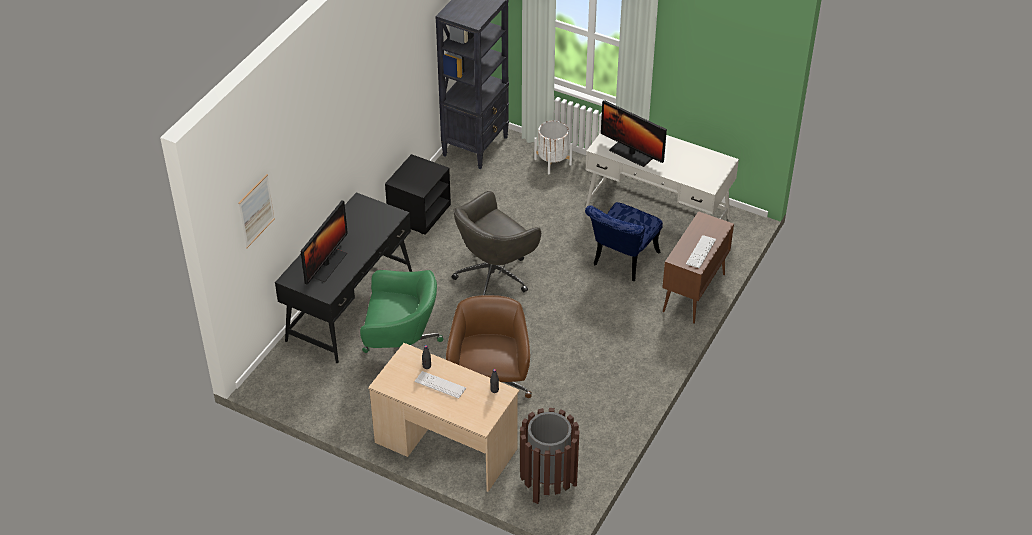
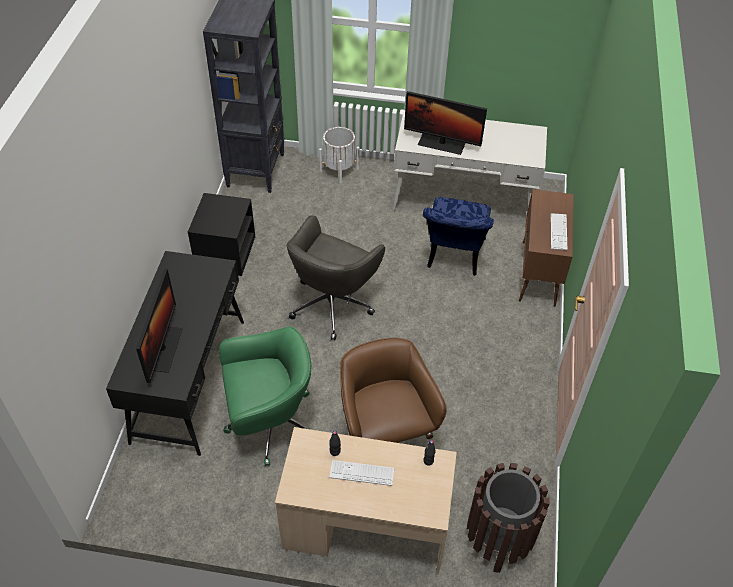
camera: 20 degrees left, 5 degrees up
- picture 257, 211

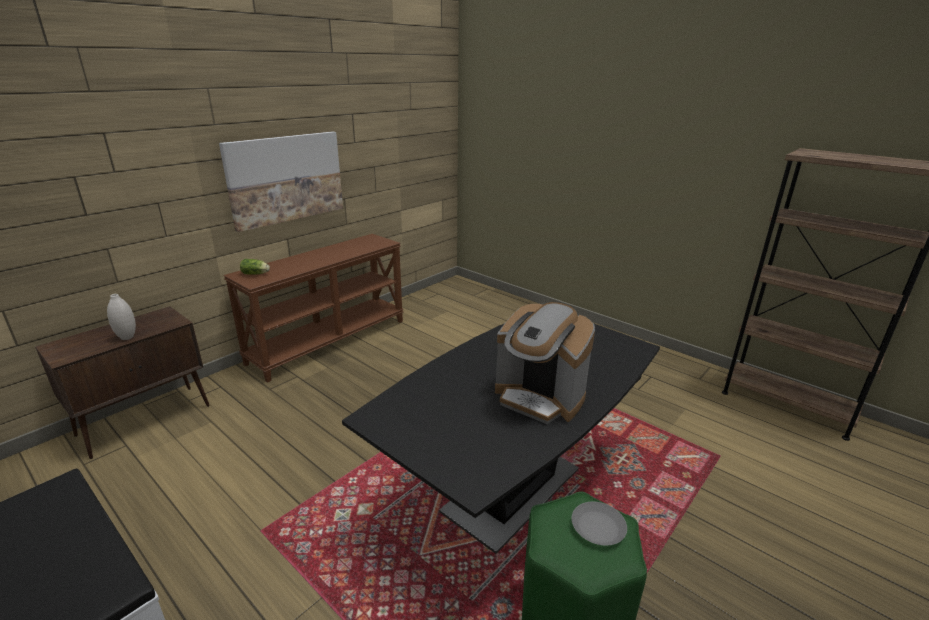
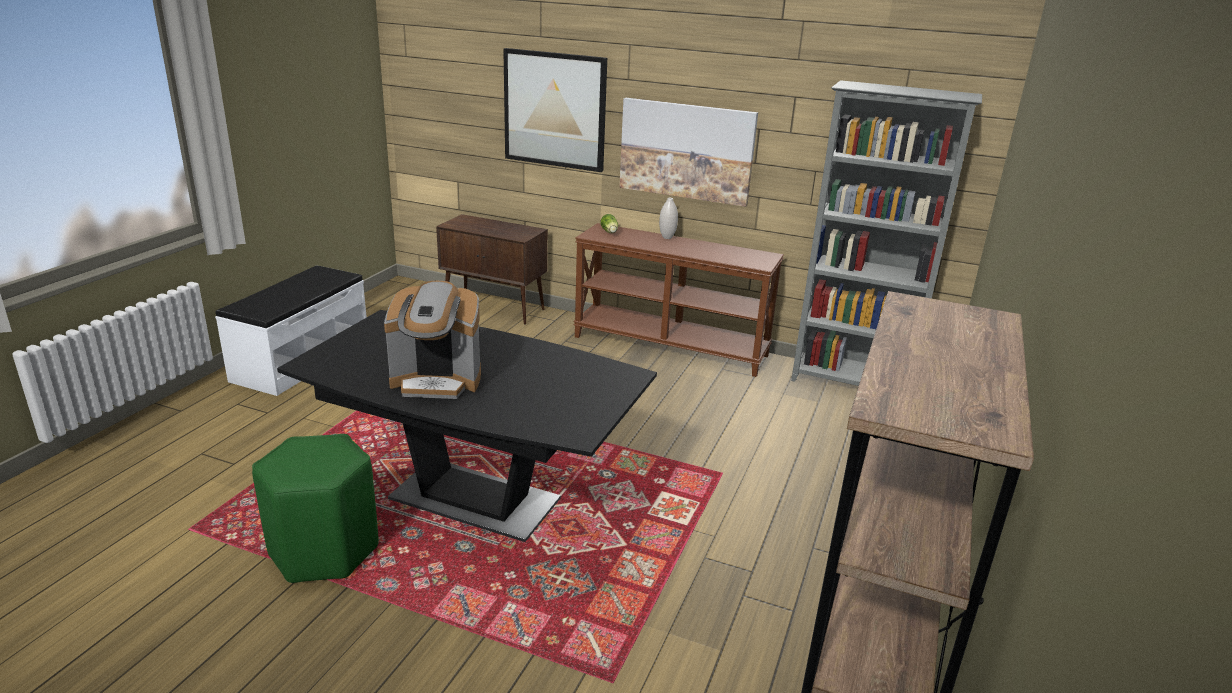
camera: 70 degrees right, 0 degrees up
- grey plate 599, 524
+ picture 555, 110
+ grey bookcase 886, 233
~ white vase 121, 317 to 668, 218
~ coffee machine 545, 363 = 432, 340 105 degrees counterclockwise

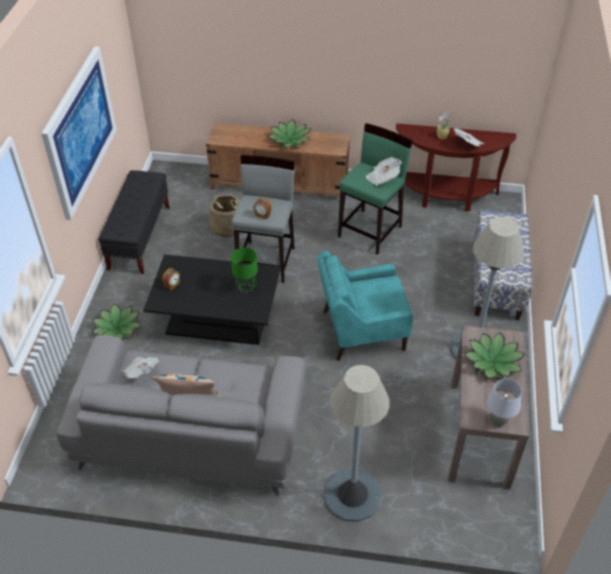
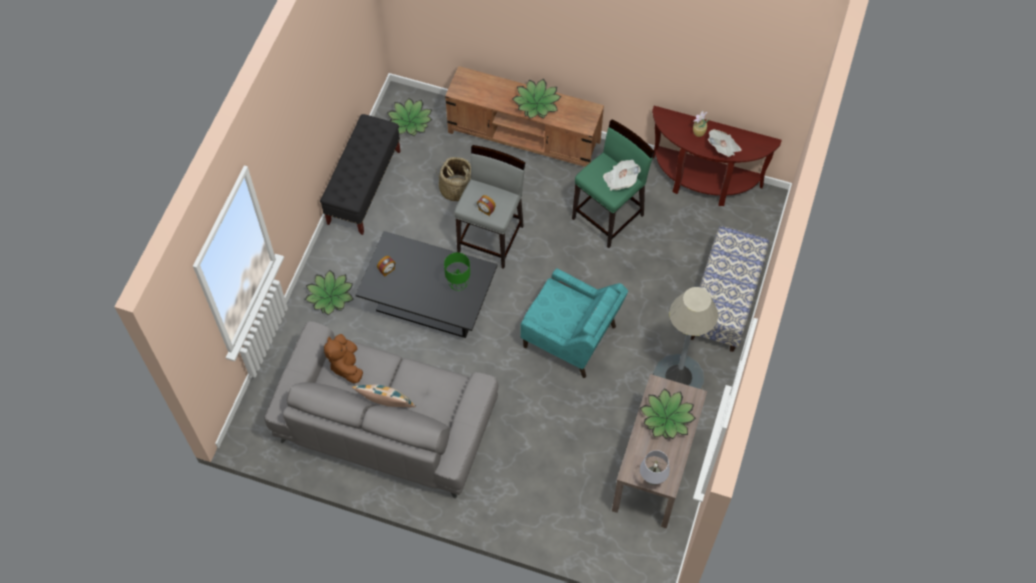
camera: 10 degrees right, 15 degrees up
- picture 79, 133
- grey floor lamp 356, 443
+ potted plant 409, 117
~ newspaper 140, 367 to brown plush toy 343, 359
~ turquoise armchair 365, 306 = 574, 323 150 degrees counterclockwise

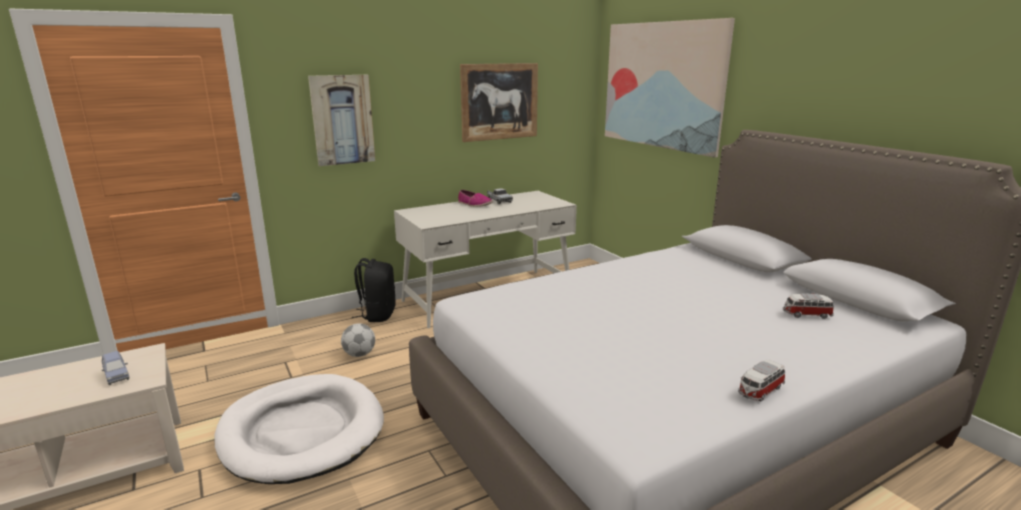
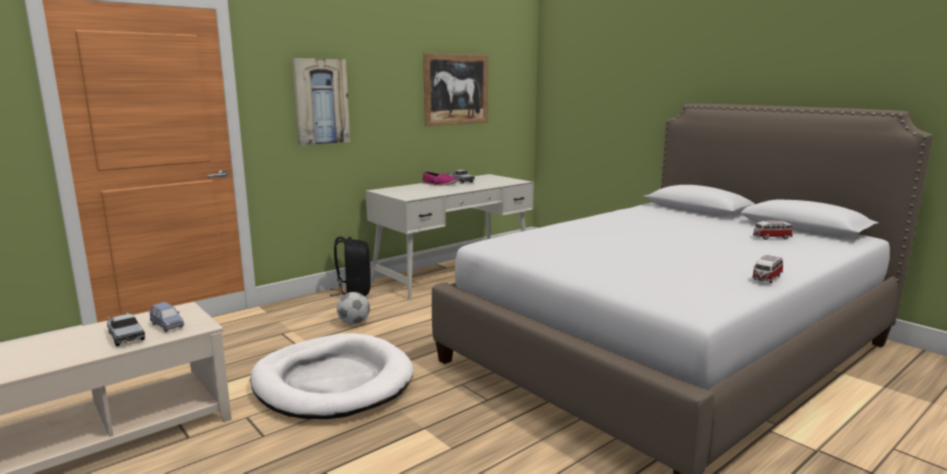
camera: 10 degrees left, 5 degrees down
- picture 670, 88
+ toy truck 126, 329

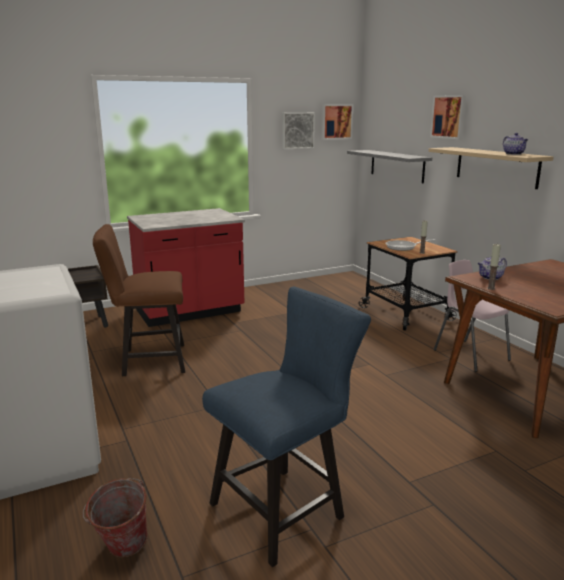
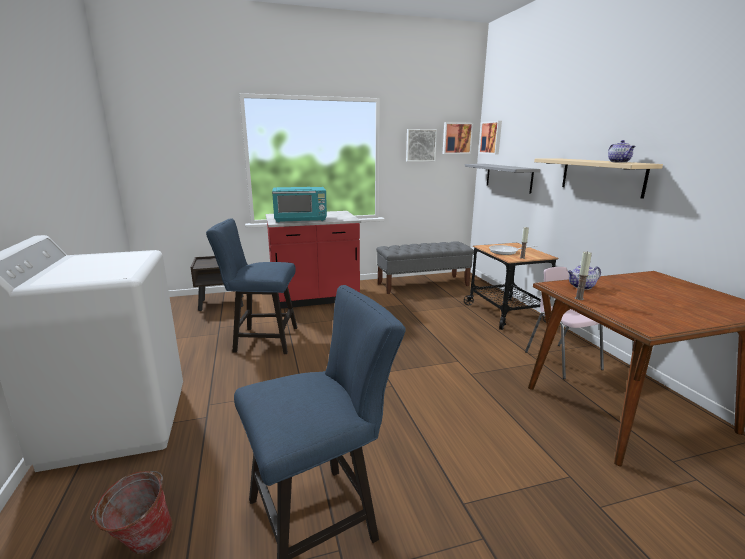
camera: 10 degrees right, 0 degrees up
+ turquoise microwave 299, 205
+ grey bench 425, 267
~ picture 448, 117 to 490, 137
~ brown chair 139, 300 to blue chair 251, 286

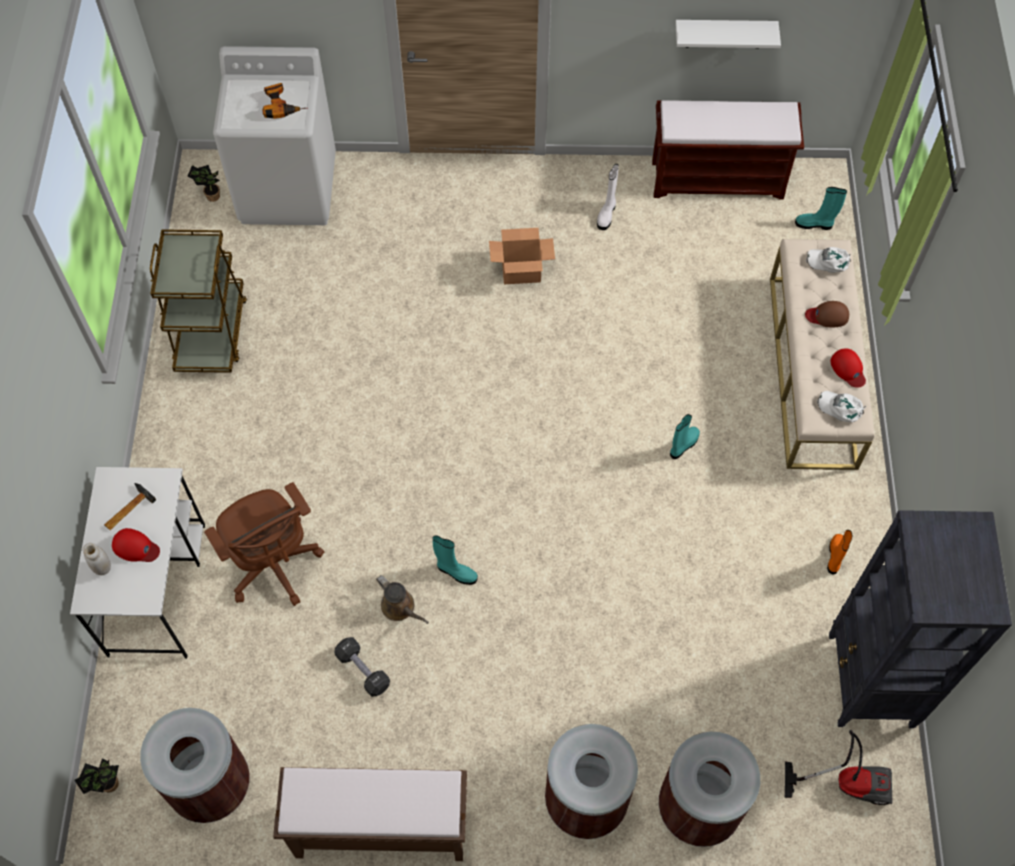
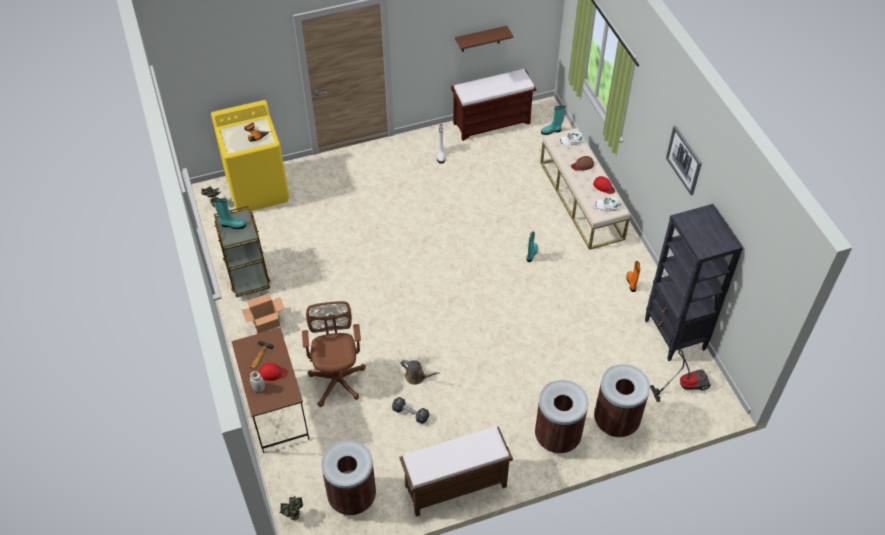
camera: 20 degrees left, 10 degrees down
+ picture 684, 160
~ turquoise boot 455, 560 to 230, 213
~ cardboard box 522, 256 to 263, 313
~ white desk 137, 563 to brown desk 270, 390
~ white washing machine 274, 135 to yellow washing machine 250, 155
~ white shelf 728, 34 to brown shelf 484, 39
~ brown office chair 264, 544 = 334, 354 135 degrees counterclockwise

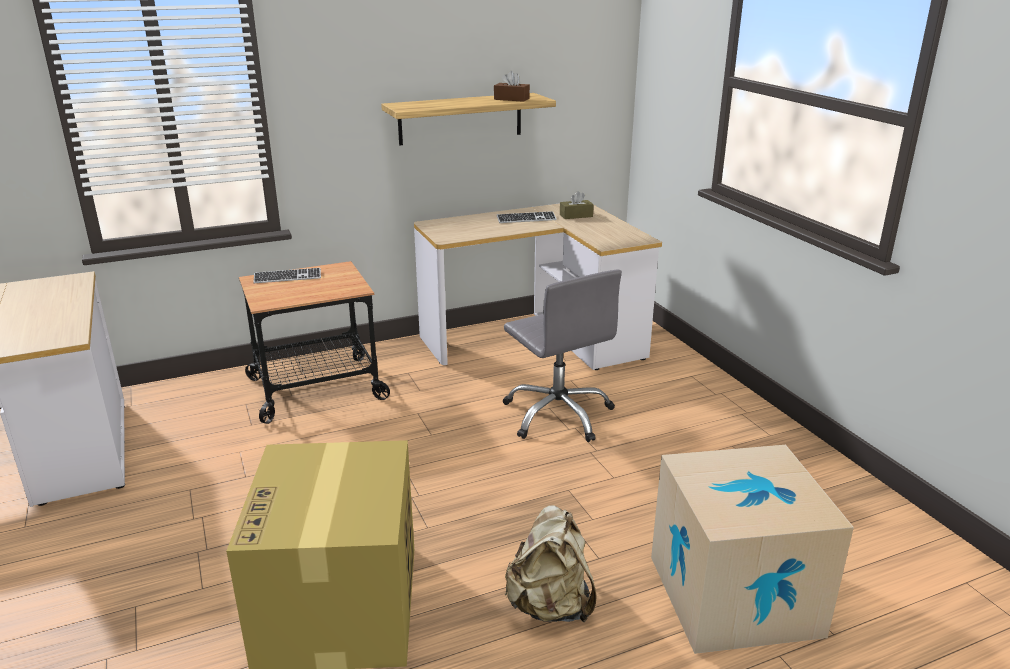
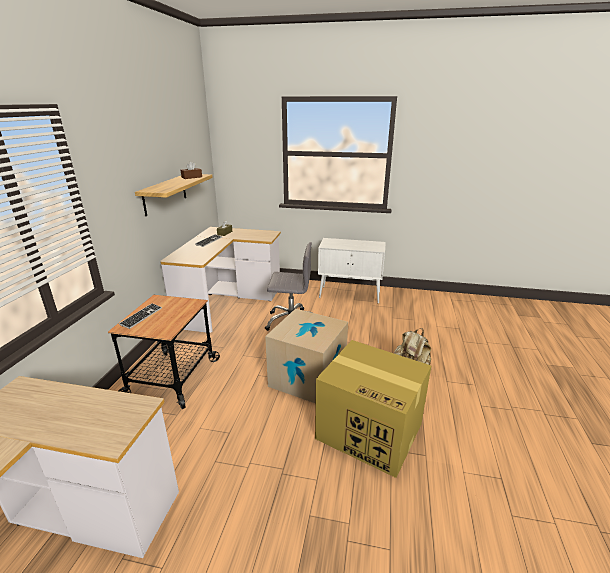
camera: 55 degrees left, 0 degrees up
+ white cabinet 352, 271
~ cardboard box 752, 549 to 306, 356

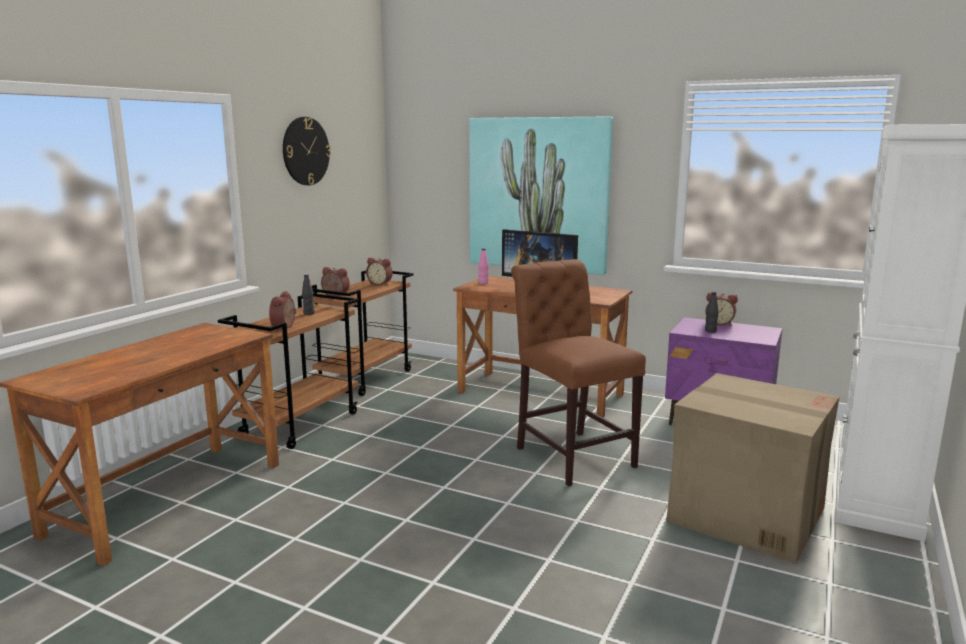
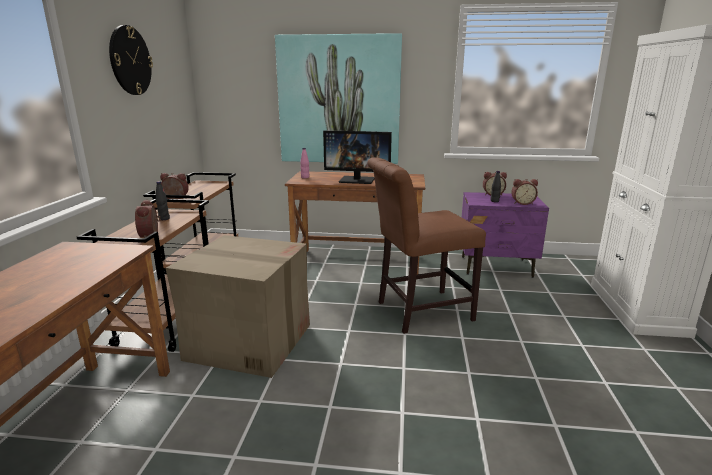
camera: 20 degrees left, 5 degrees up
~ alarm clock 379, 271 to 524, 192
~ cardboard box 753, 468 to 238, 306
~ brown chair 578, 372 = 427, 245 60 degrees counterclockwise

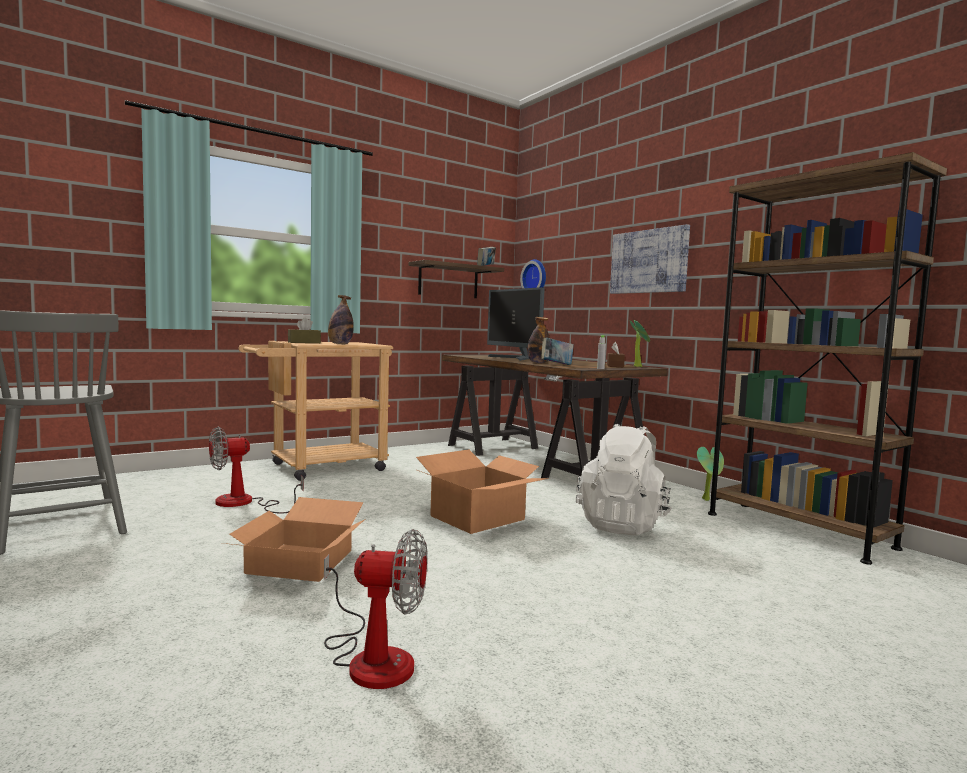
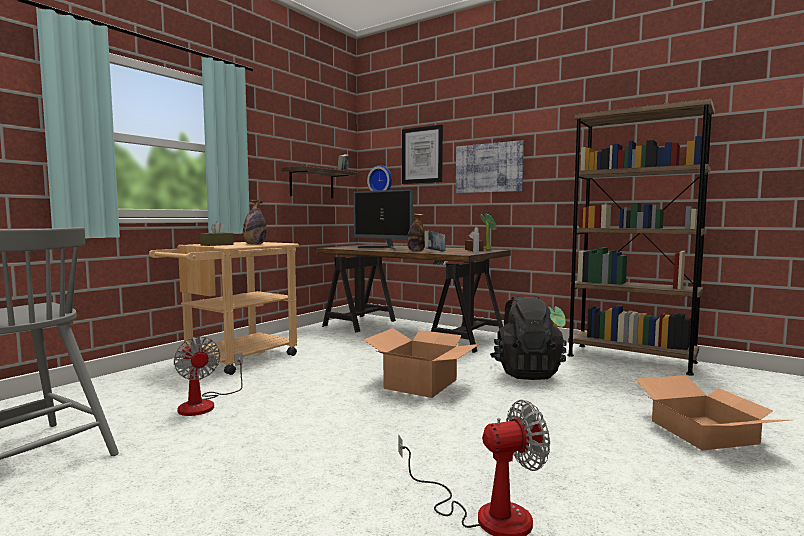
camera: 20 degrees left, 0 degrees up
+ picture 422, 154
~ cardboard box 293, 539 to 712, 412
~ white backpack 624, 480 to black backpack 528, 338
~ fan 256, 470 = 208, 376 75 degrees counterclockwise

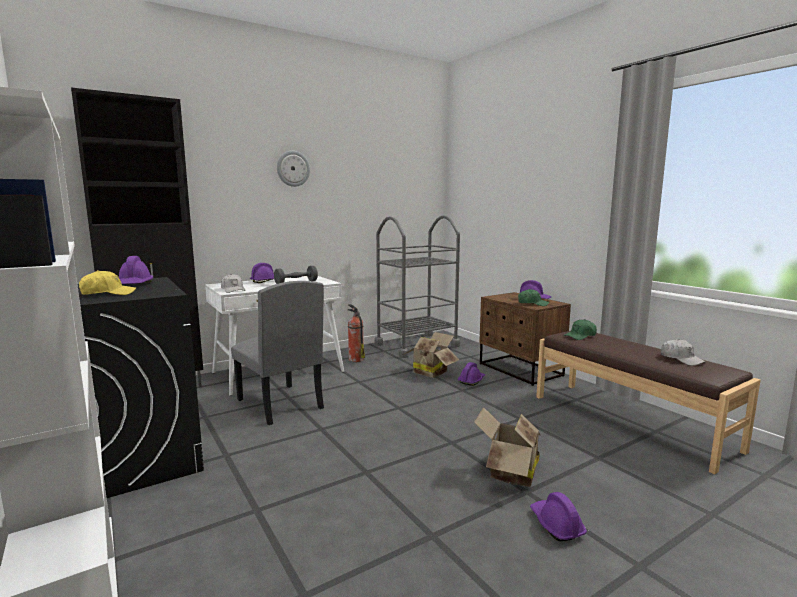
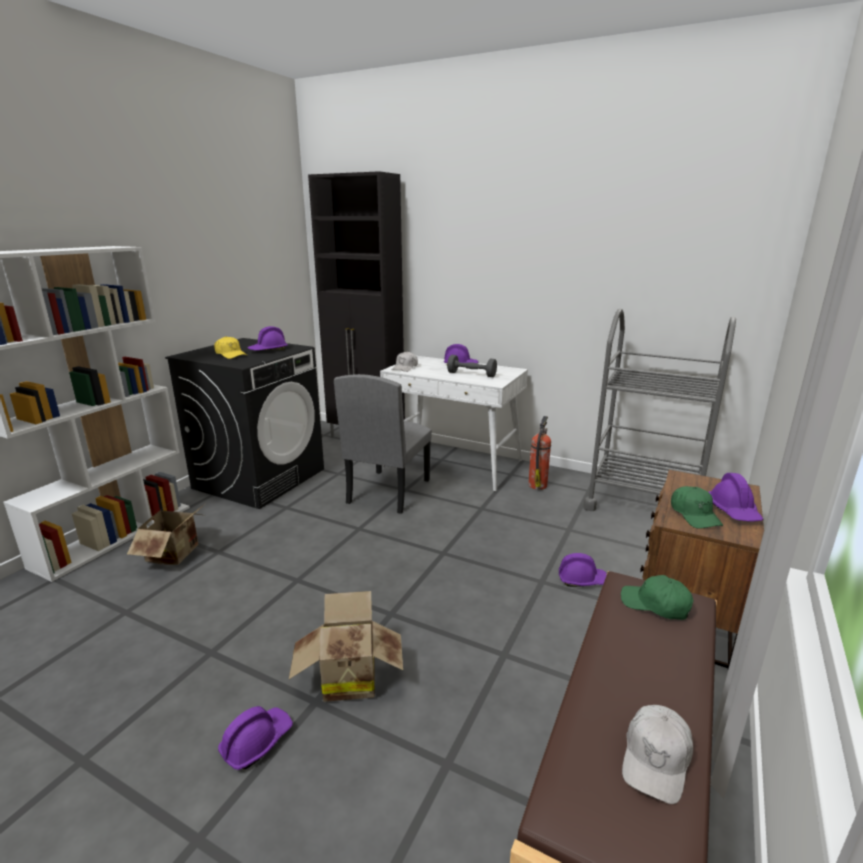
camera: 60 degrees right, 10 degrees up
- wall clock 293, 169
~ cardboard box 431, 355 to 166, 534

